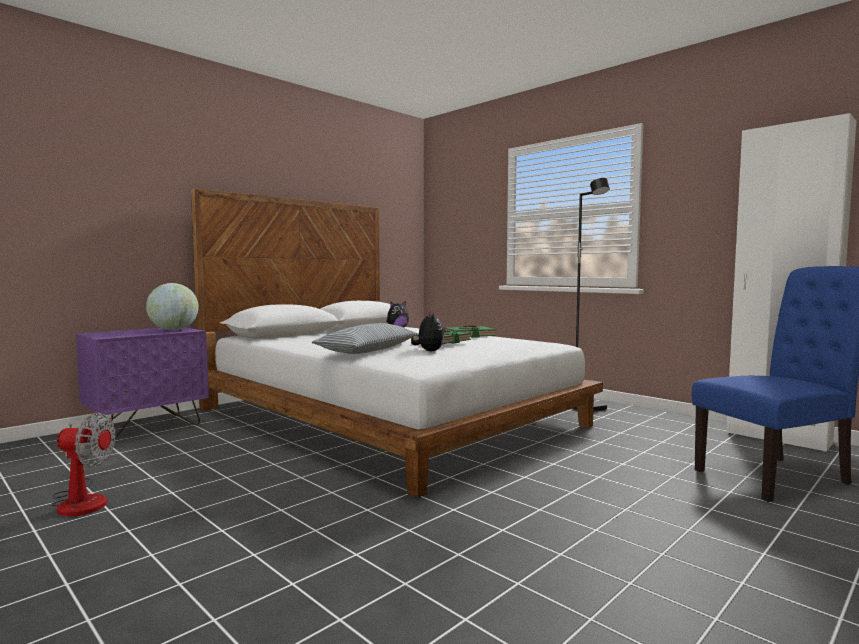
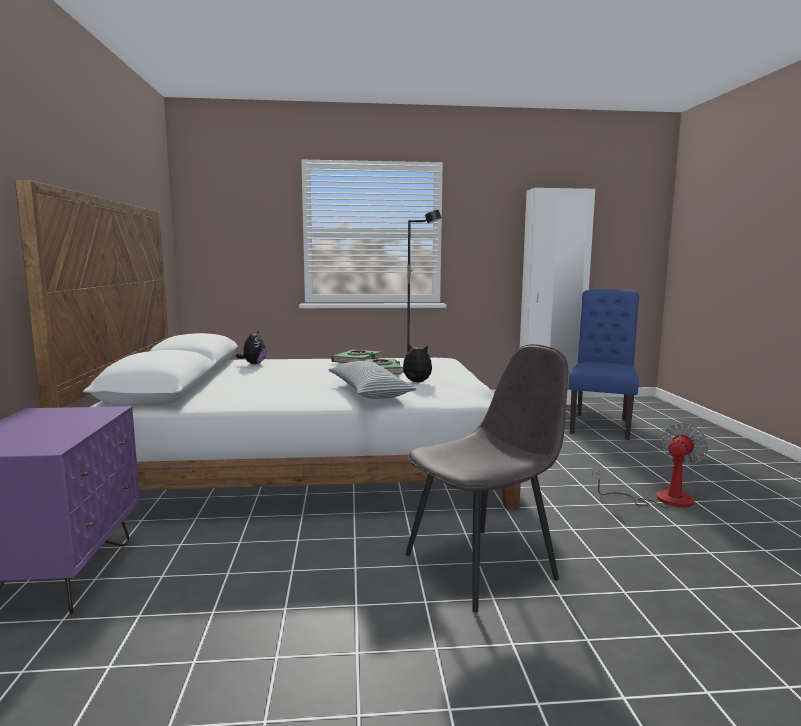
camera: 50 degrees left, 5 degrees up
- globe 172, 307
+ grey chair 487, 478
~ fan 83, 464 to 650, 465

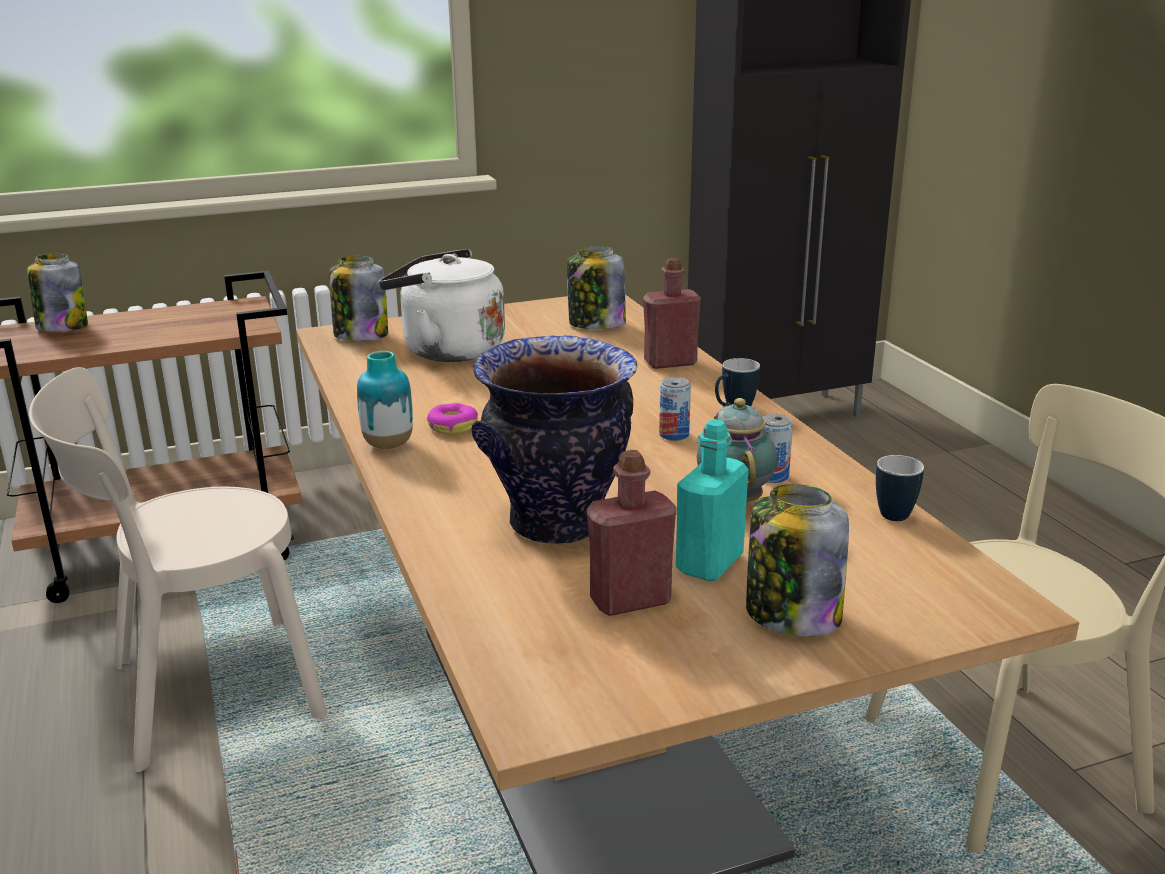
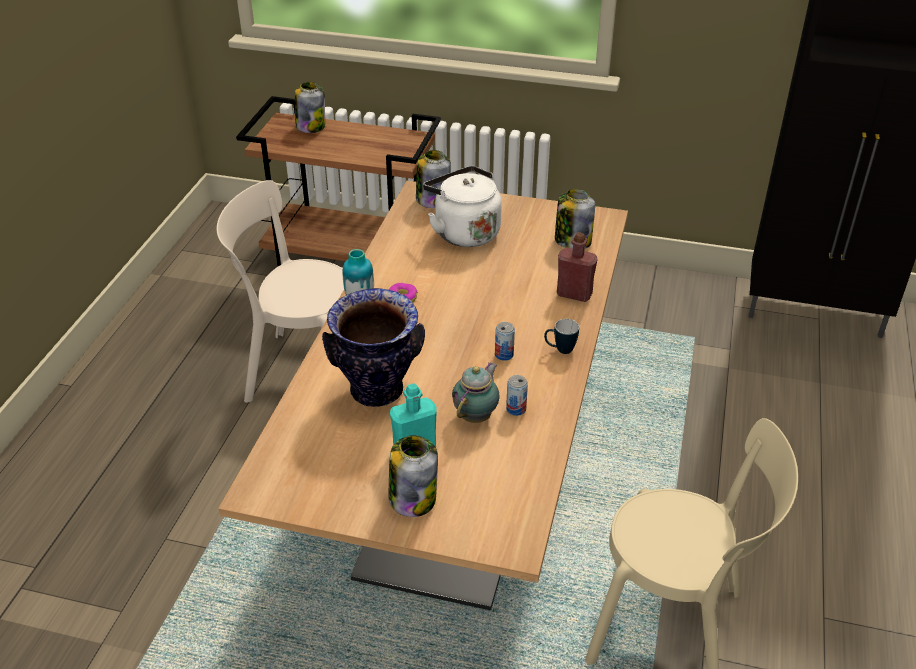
camera: 35 degrees right, 15 degrees up
- red bottle 631, 533
- mug 900, 488

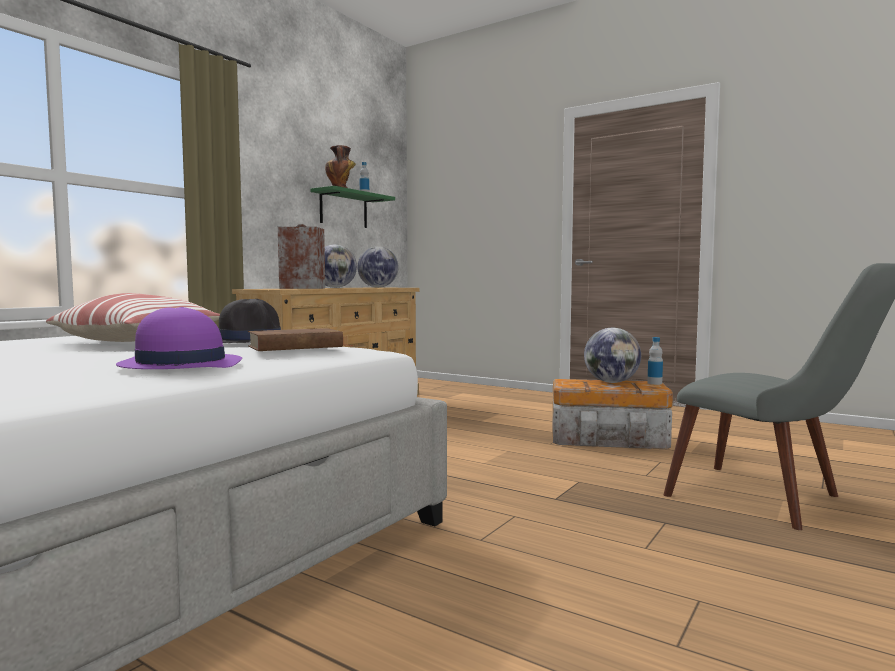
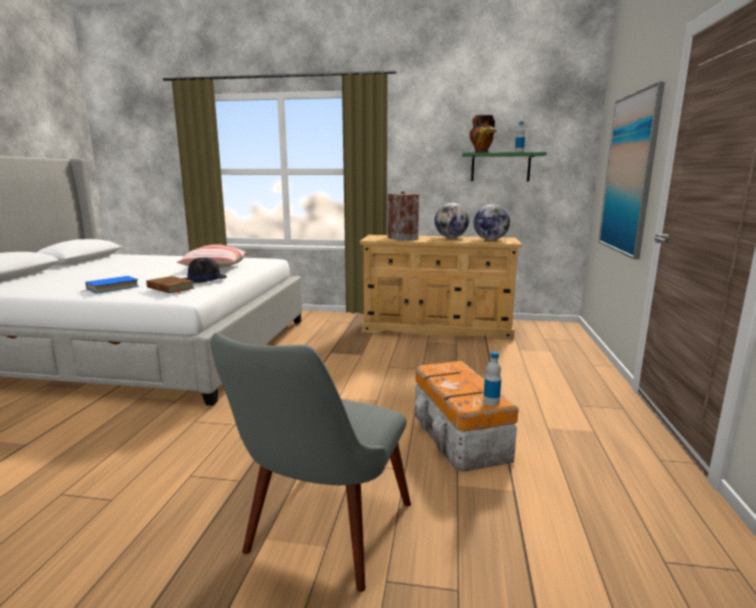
camera: 65 degrees right, 10 degrees up
- globe 612, 355
+ picture 631, 170
~ purple hat 179, 338 to blue book 110, 285

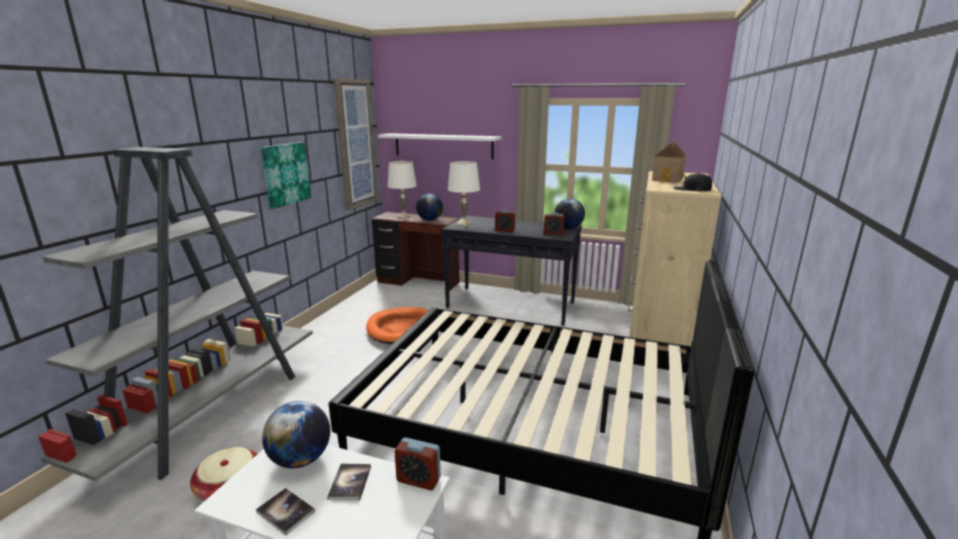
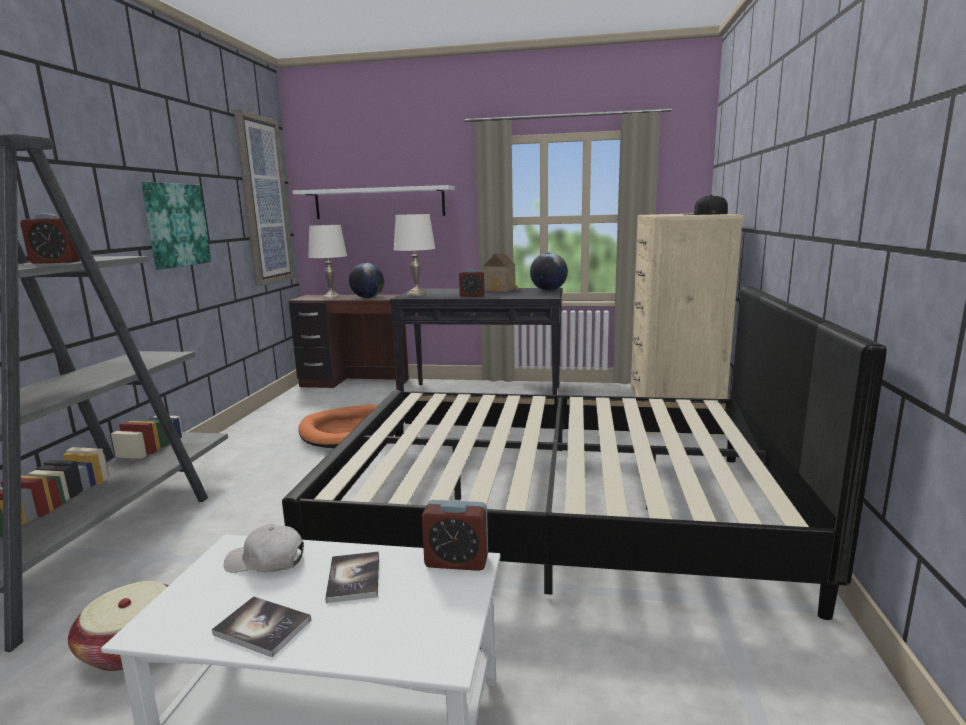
camera: 10 degrees left, 5 degrees down
~ alarm clock 554, 224 to 50, 239
~ toy house 669, 163 to 501, 272
~ globe 296, 434 to white cap 264, 548

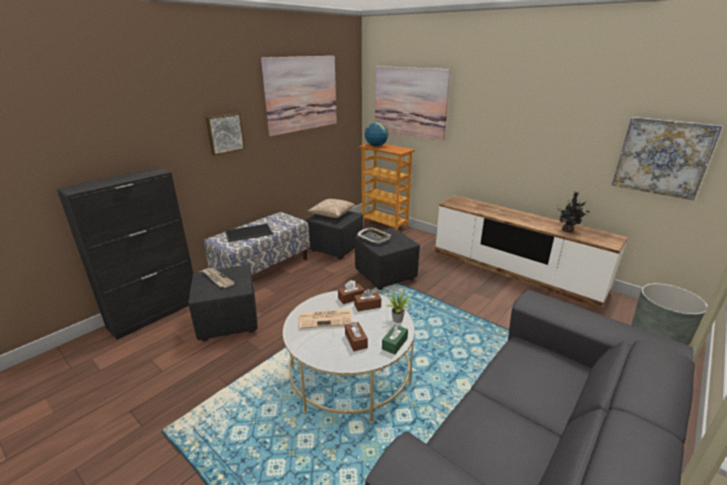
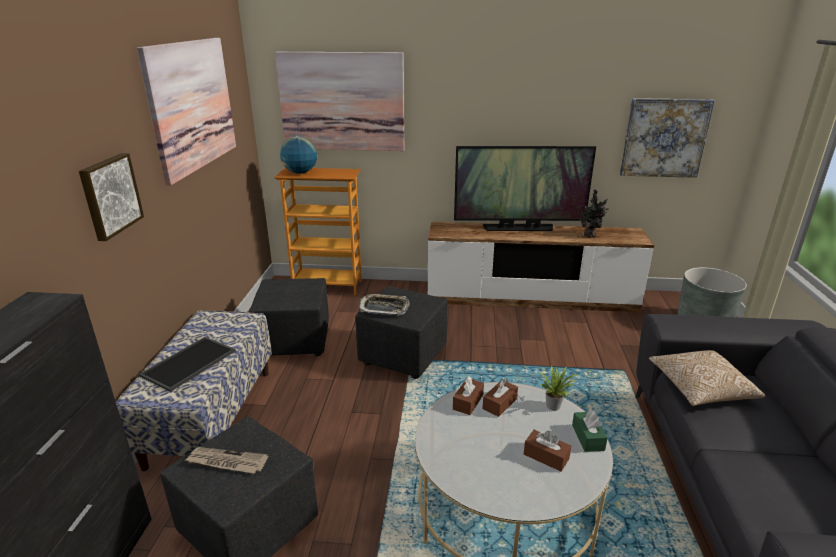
camera: 35 degrees left, 0 degrees up
- newspaper 326, 319
+ television 525, 188
~ pillow 331, 208 to 707, 378

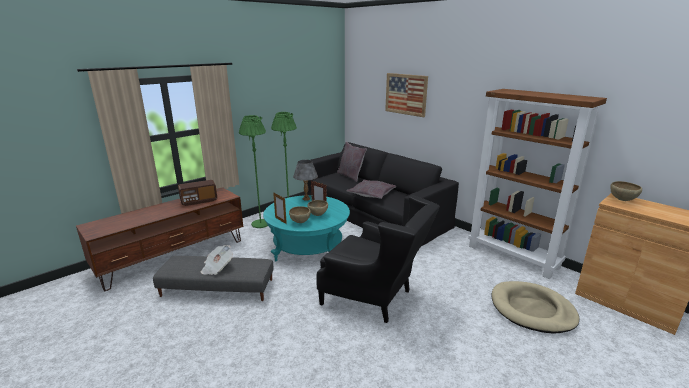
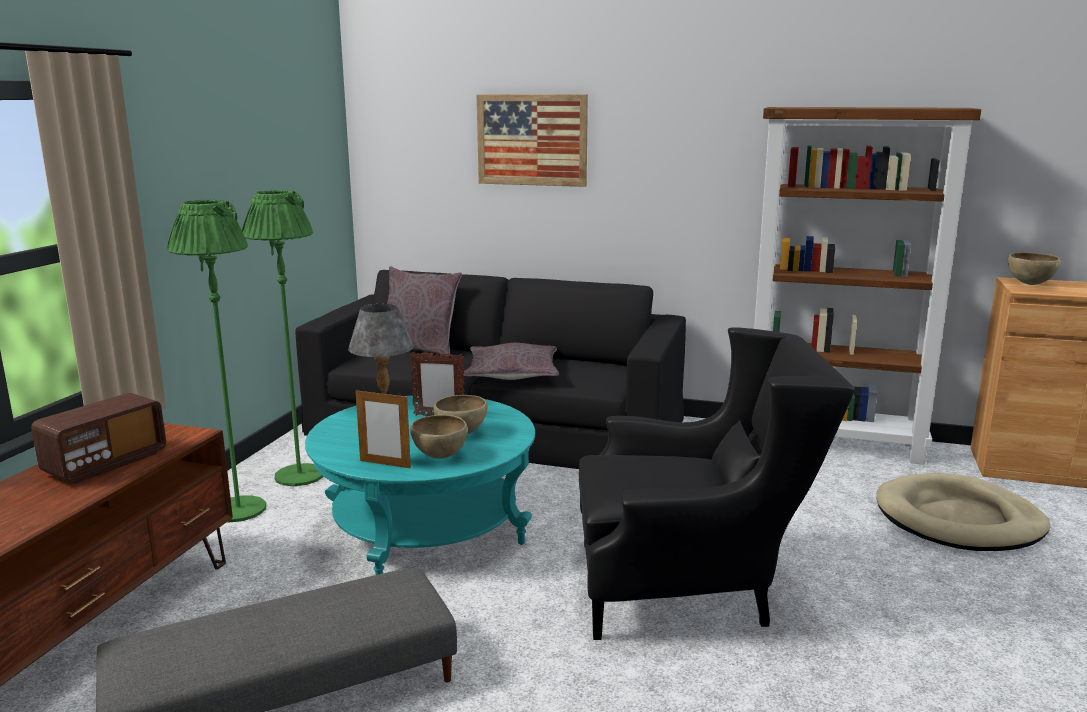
camera: 30 degrees left, 5 degrees down
- newspaper 217, 260

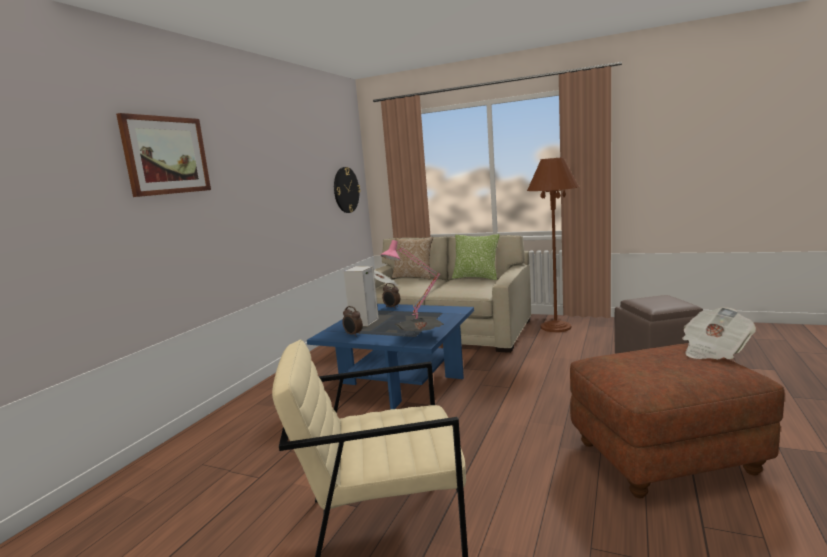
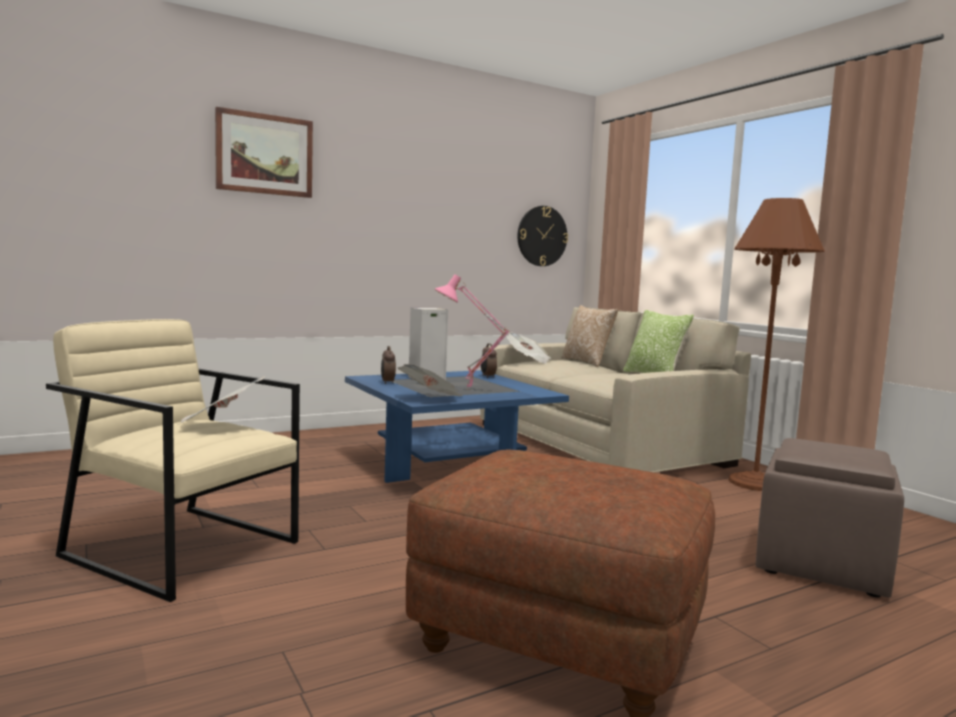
camera: 35 degrees right, 5 degrees down
~ newspaper 719, 333 to 221, 400

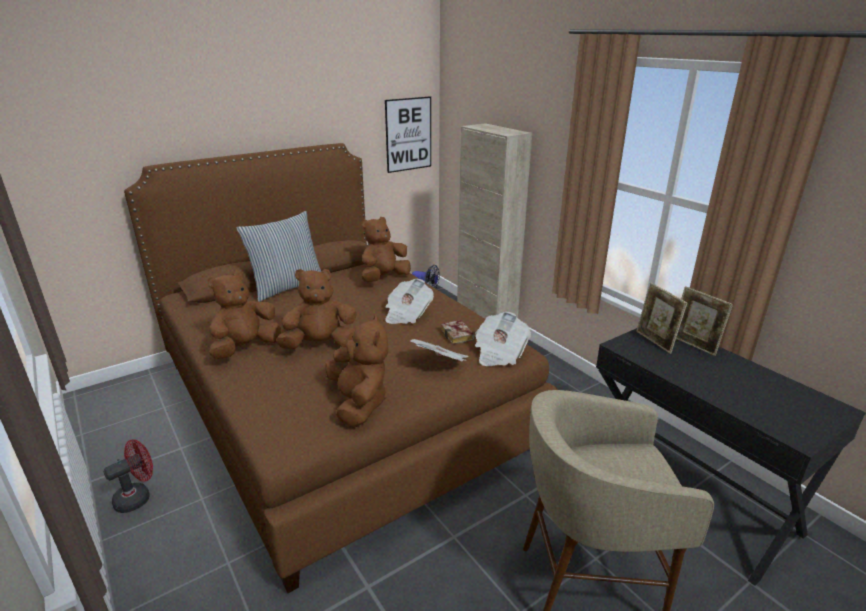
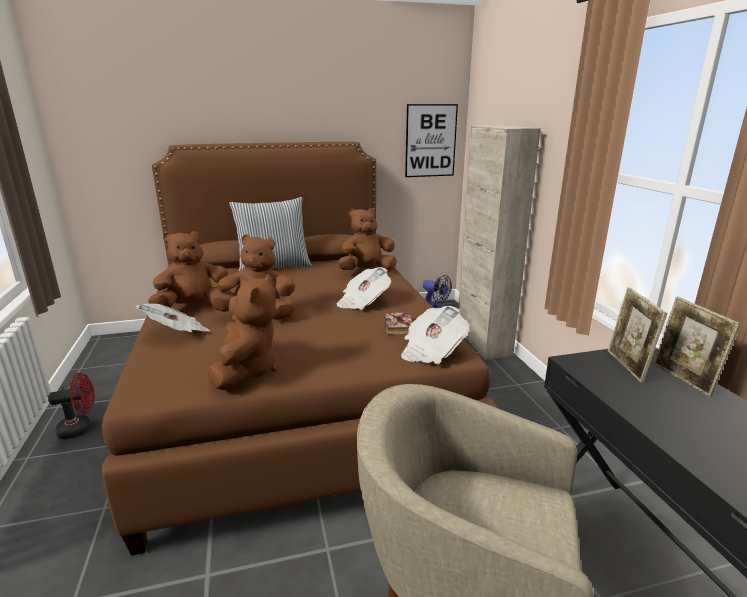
camera: 20 degrees right, 5 degrees down
~ newspaper 439, 350 to 173, 318

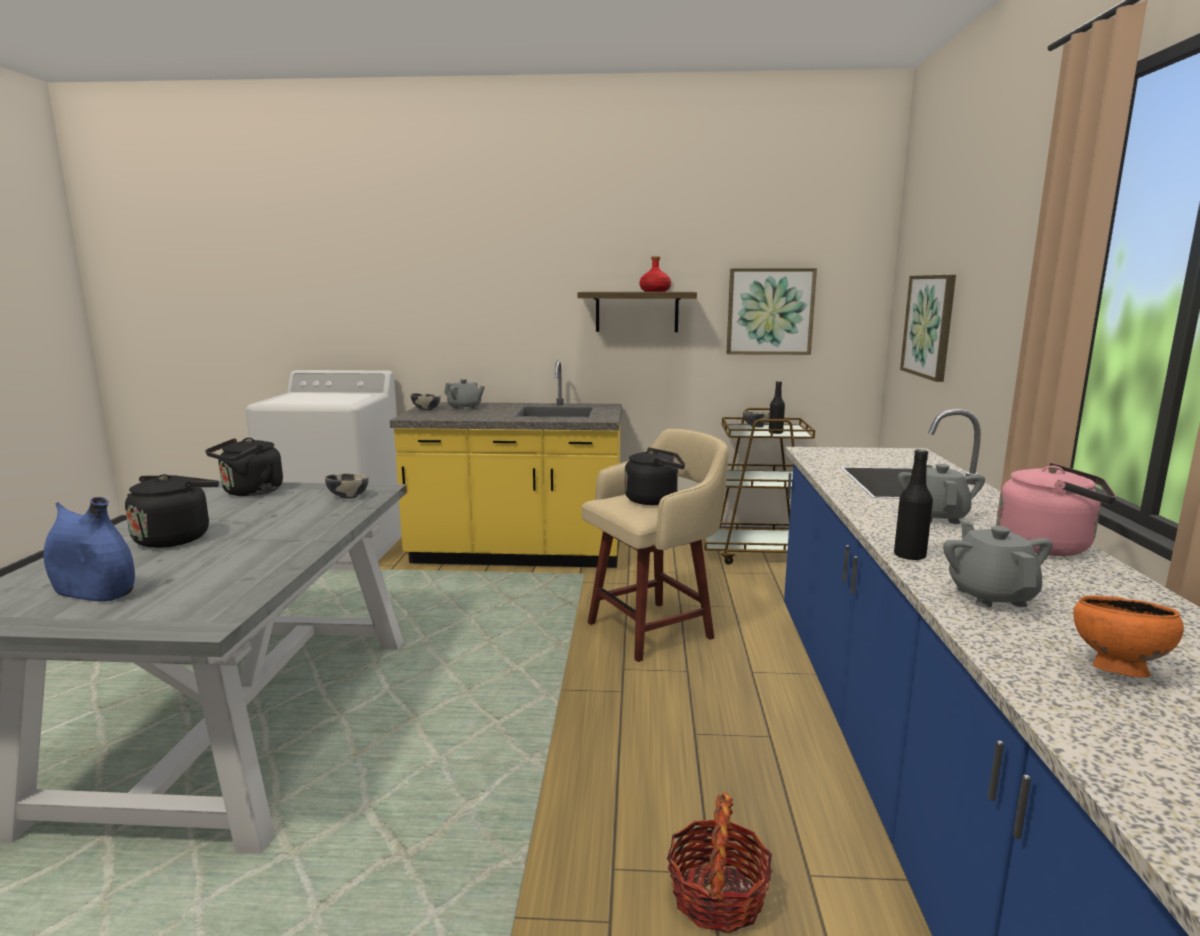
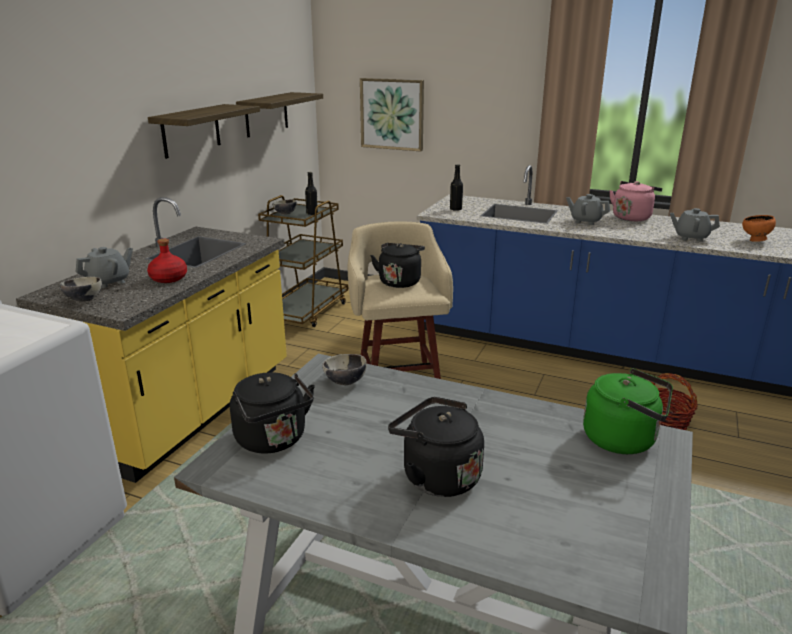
camera: 70 degrees left, 10 degrees up
- blue vase 89, 549
+ green kettle 628, 411
~ red bottle 655, 274 to 167, 261
~ black bottle 913, 504 to 456, 187
~ picture 772, 311 to shelf 279, 114

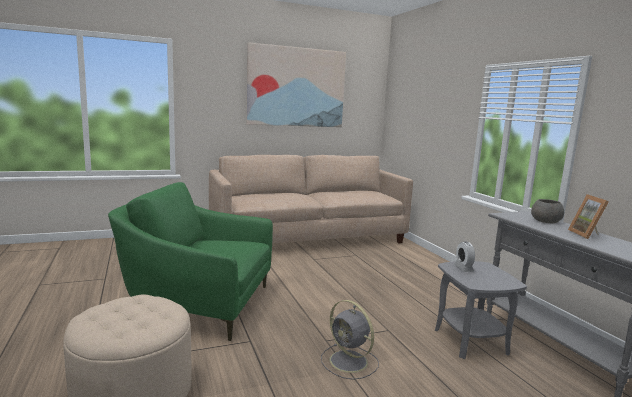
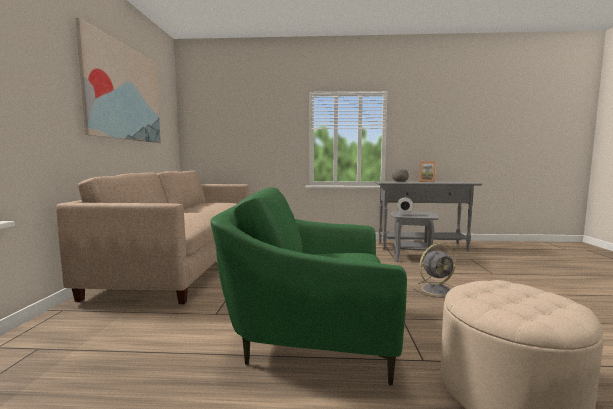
camera: 65 degrees left, 5 degrees down
~ green armchair 190, 261 = 308, 286 60 degrees clockwise

